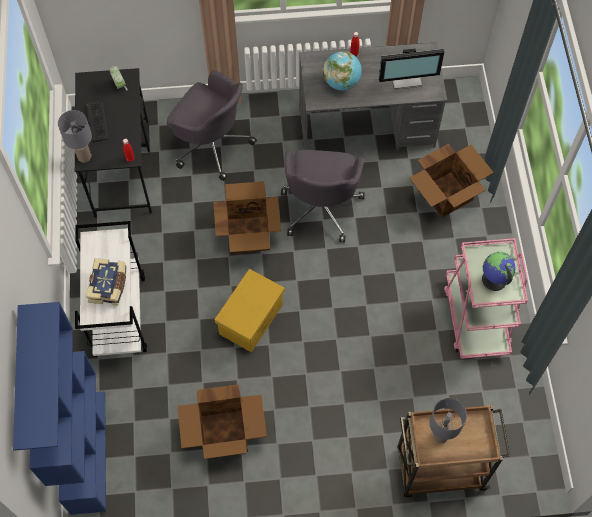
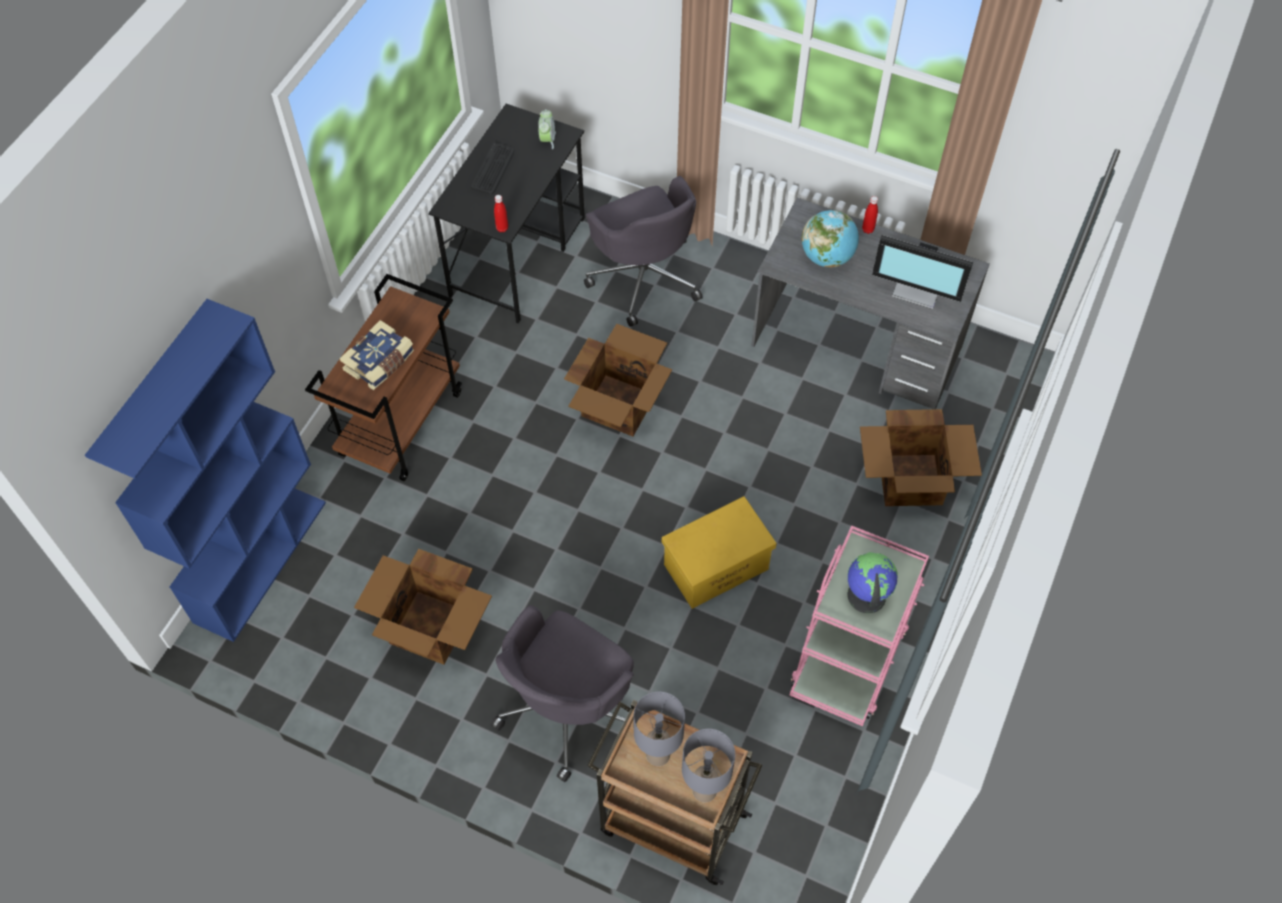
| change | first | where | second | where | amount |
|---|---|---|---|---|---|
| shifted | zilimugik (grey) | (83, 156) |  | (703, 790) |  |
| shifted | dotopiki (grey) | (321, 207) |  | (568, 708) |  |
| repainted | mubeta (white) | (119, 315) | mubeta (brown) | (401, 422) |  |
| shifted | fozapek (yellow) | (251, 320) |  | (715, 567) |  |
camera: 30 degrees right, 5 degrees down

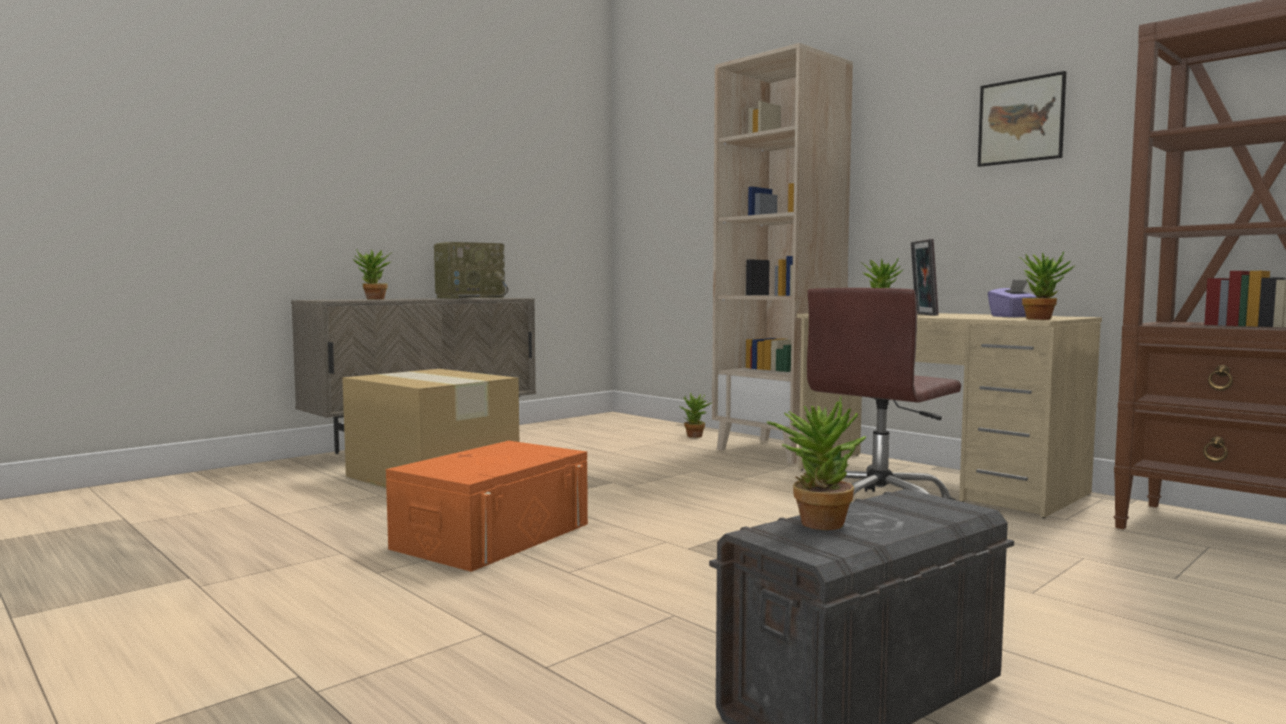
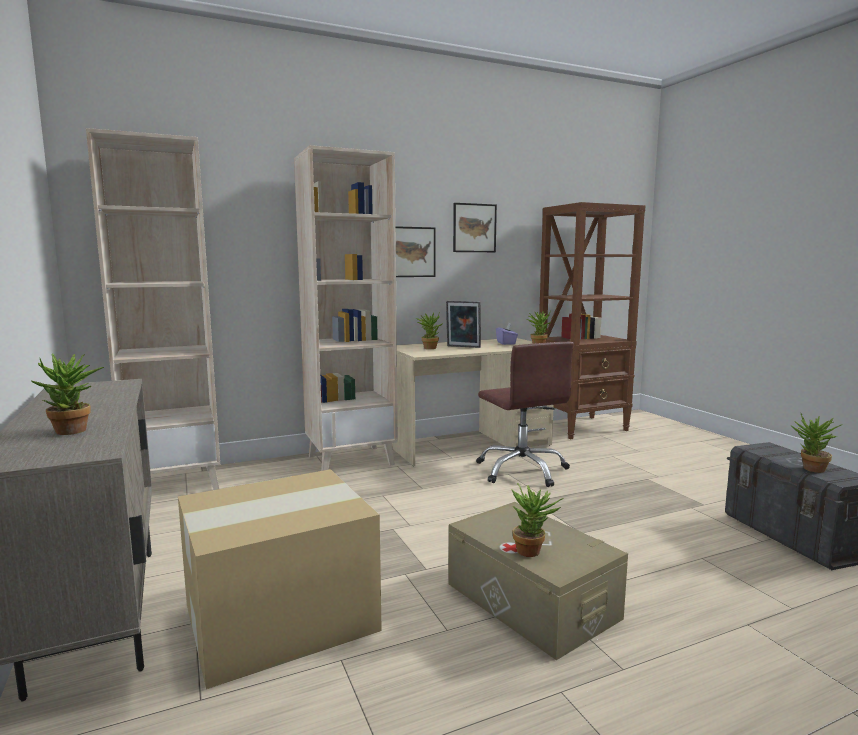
| change | first | where | second | where | amount |
|---|---|---|---|---|---|
| gone | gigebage | (470, 298) |  |  |  |
| shifted | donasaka | (695, 437) |  | (533, 551) |  |
| repainted | fozapek (orange) | (493, 536) | fozapek (beige) | (531, 600) |  |
| new |  |  | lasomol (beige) | (175, 483) |  |
| new |  |  | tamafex | (412, 252) |  |
camera: 70 degrees left, 5 degrees up

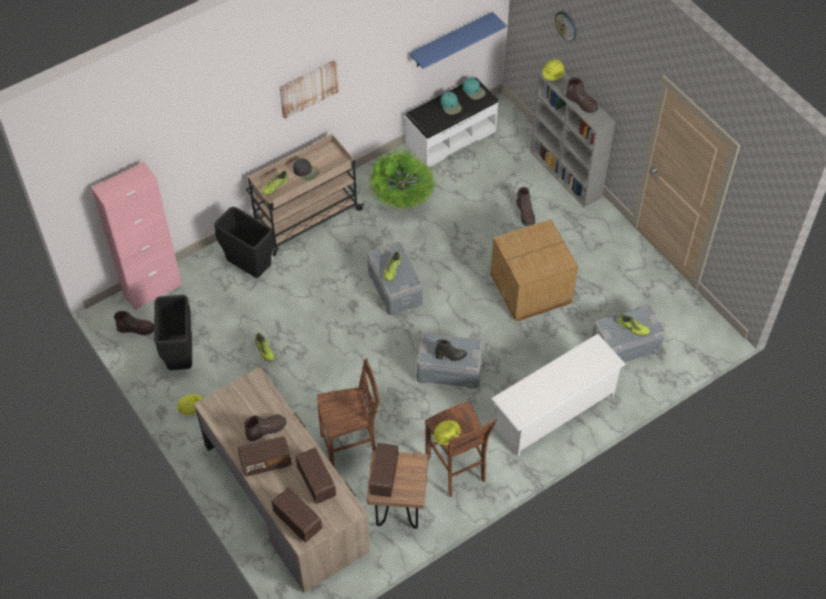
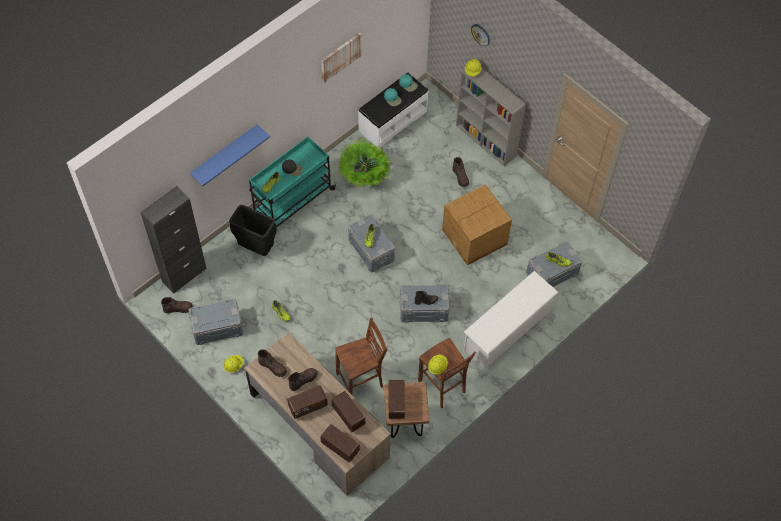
| change | first | where | second | where | amount |
|---|---|---|---|---|---|
| shifted | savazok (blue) | (451, 40) |  | (224, 153) |  |
| shifted | tamafex | (308, 88) |  | (340, 57) |  |
| shifted | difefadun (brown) | (581, 103) |  | (273, 367) |  |
| repainted | mubeta (beige) | (305, 219) | mubeta (turquoise) | (292, 202) |  |
| repainted | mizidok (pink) | (152, 289) | mizidok (black) | (184, 275) |  |
| swapped | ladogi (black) | (180, 358) | fozapek (grey) | (217, 327) |  |
camera: 10 degrees left, 5 degrees up

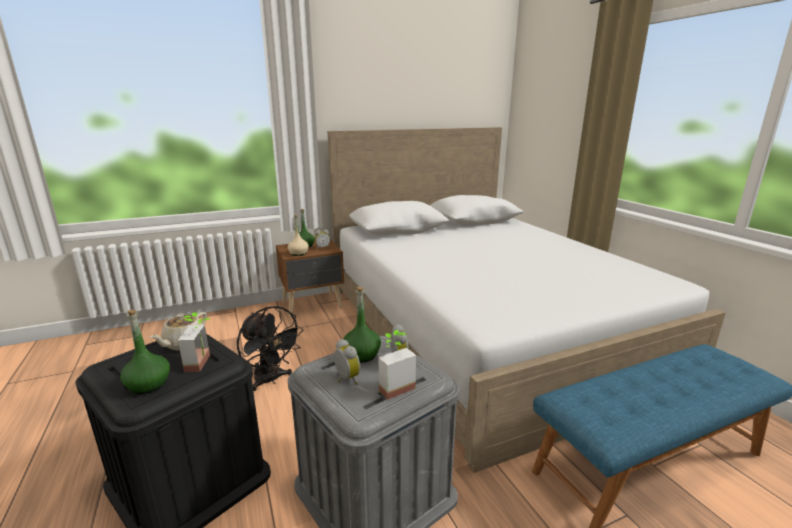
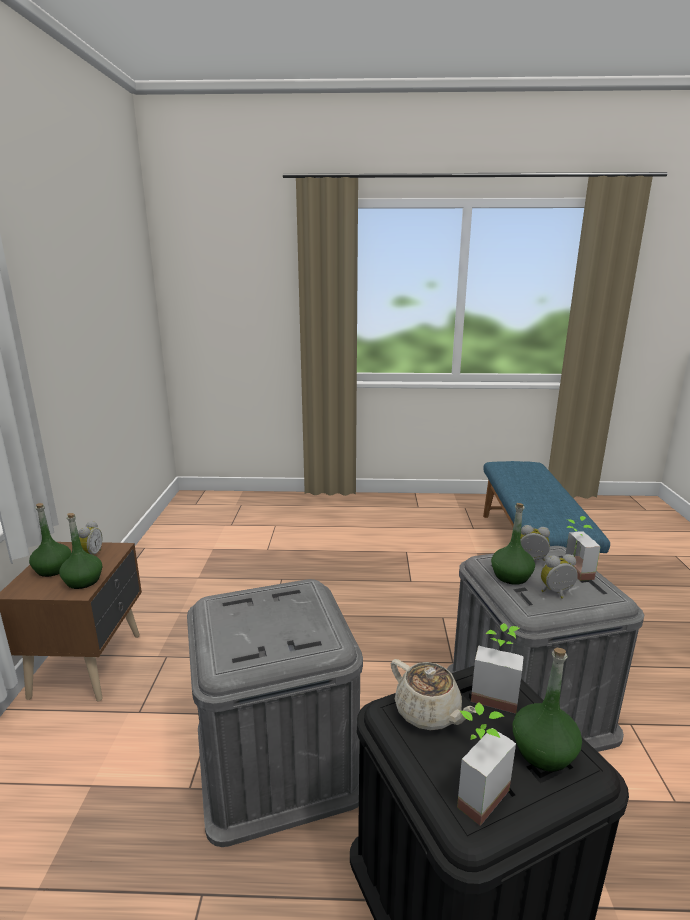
| change | first | where | second | where | amount |
|---|---|---|---|---|---|
| gone | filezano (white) | (483, 330) |  |  |  |
| repainted | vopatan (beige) | (298, 253) | vopatan (green) | (83, 581) |  |
| swapped | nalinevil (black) | (271, 380) | fozapek (grey) | (277, 758) |  |
| new |  |  | donasaka | (473, 791) |  |
camera: 65 degrees left, 0 degrees up

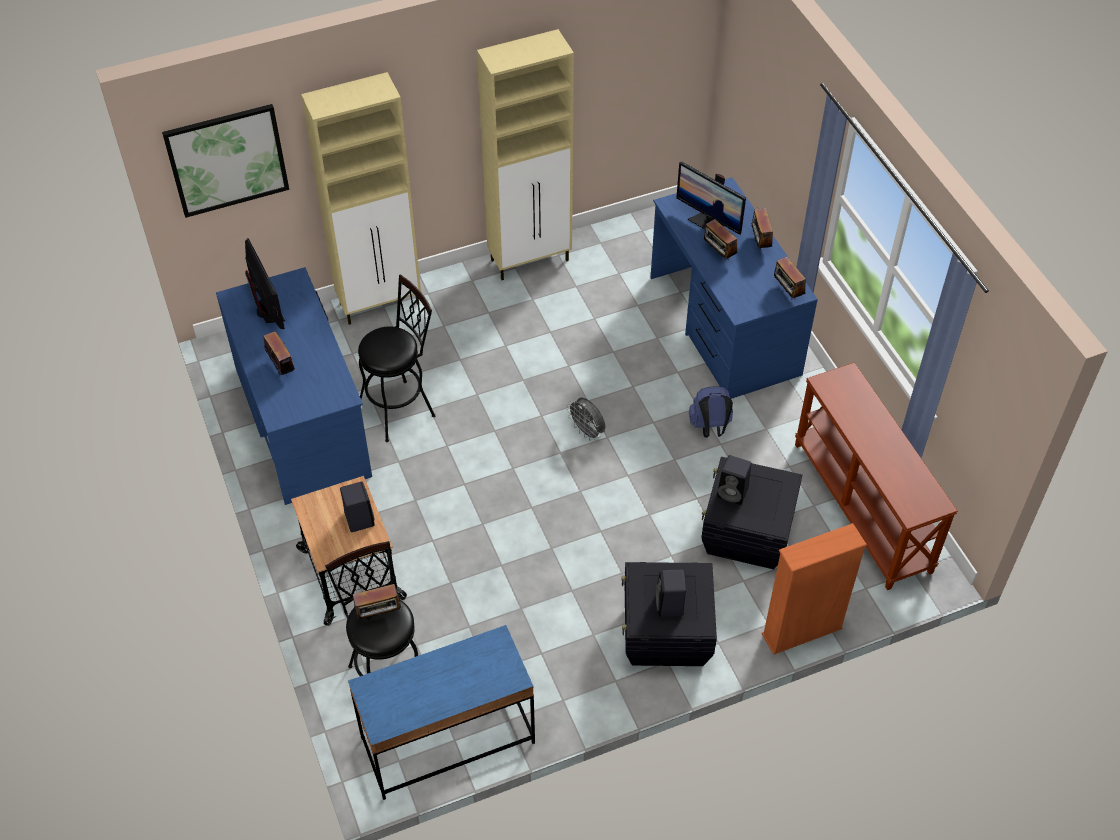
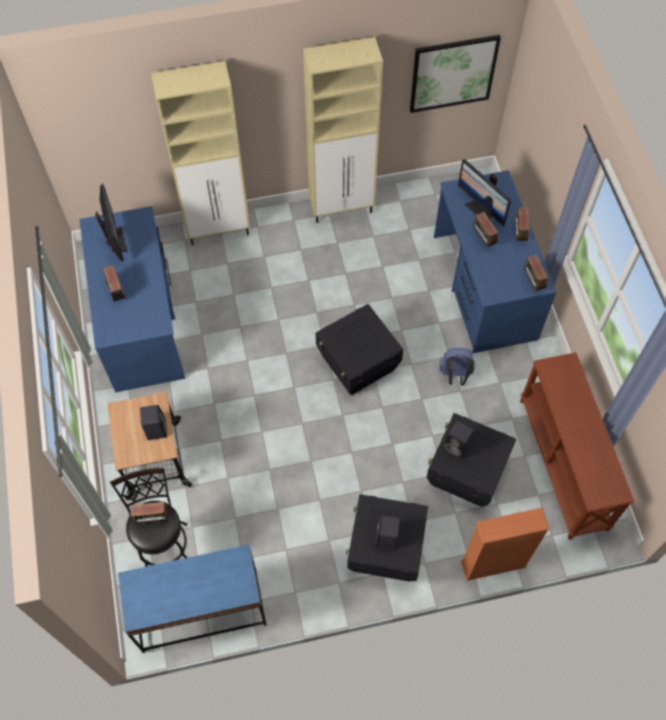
| change | first | where | second | where | amount |
|---|---|---|---|---|---|
| shifted | tamafex | (227, 160) |  | (453, 73) |  |
| gone | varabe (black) | (402, 408) |  |  |  |
| swapped | nalinevil (grey) | (587, 432) | fozapek (black) | (358, 365) |  |
camera: 10 degrees right, 10 degrees up

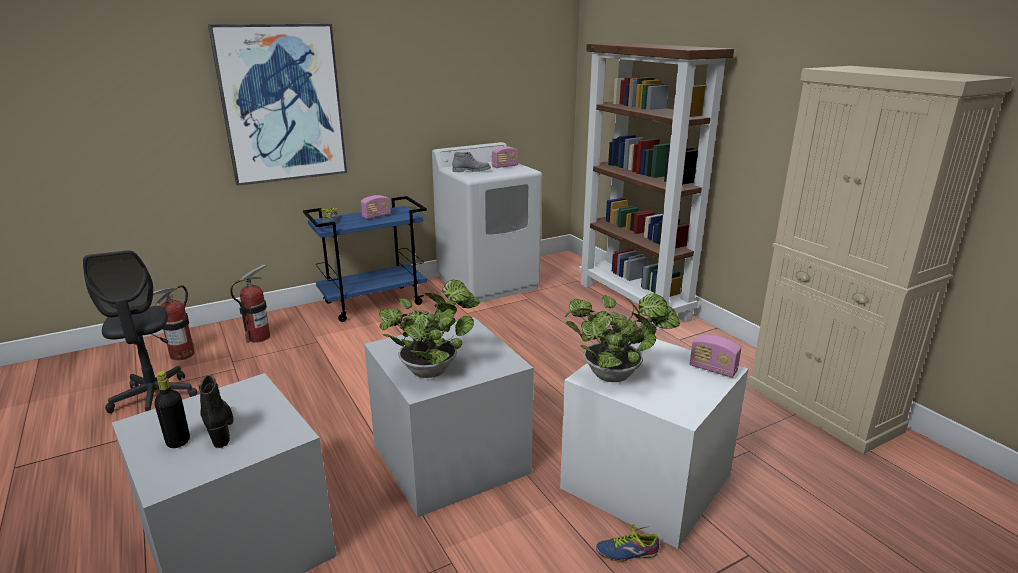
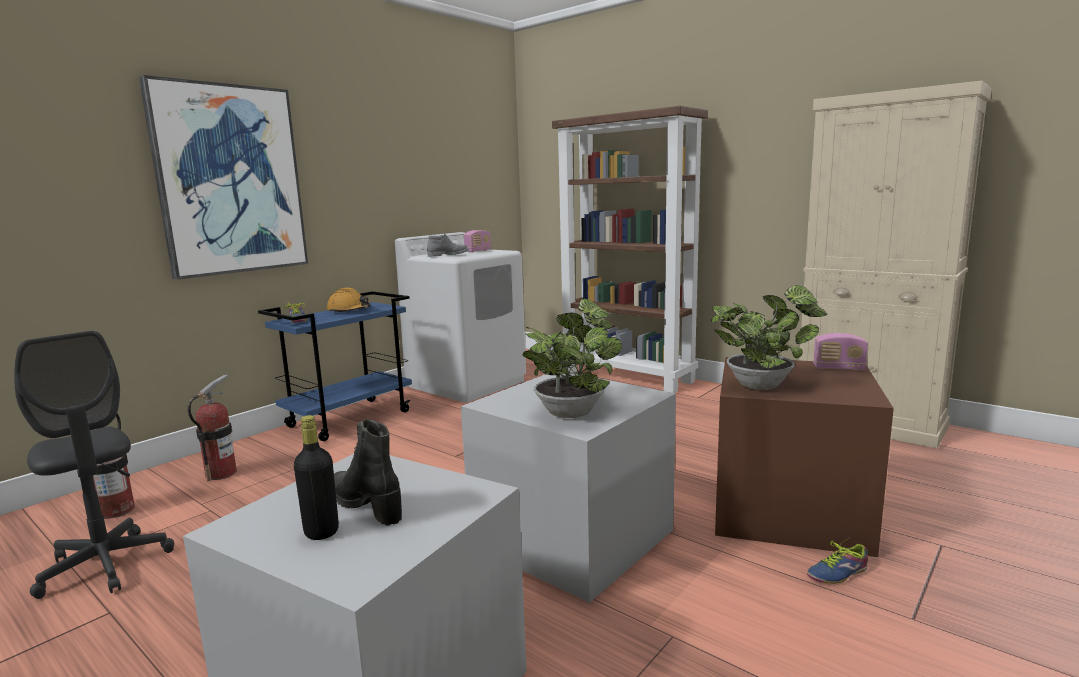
| change | first | where | second | where | amount |
|---|---|---|---|---|---|
| swapped | gigebage | (376, 216) | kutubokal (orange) | (349, 311) |  |
| repainted | fozapek (white) | (649, 480) | fozapek (brown) | (791, 508) |  |
camera: 20 degrees left, 10 degrees down

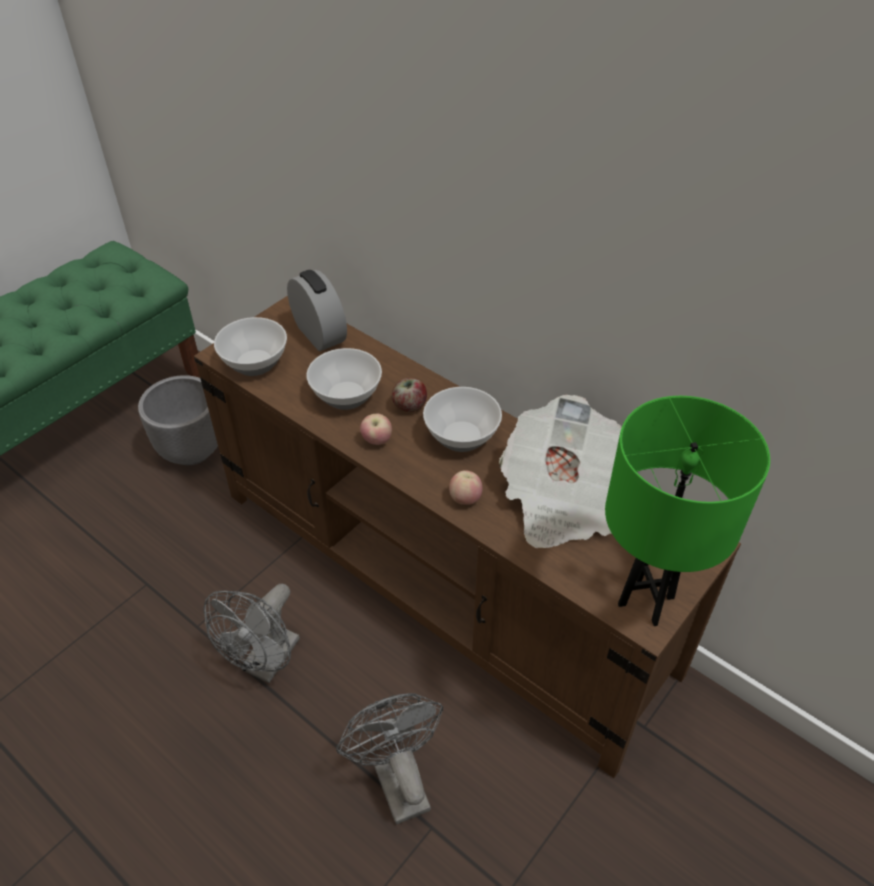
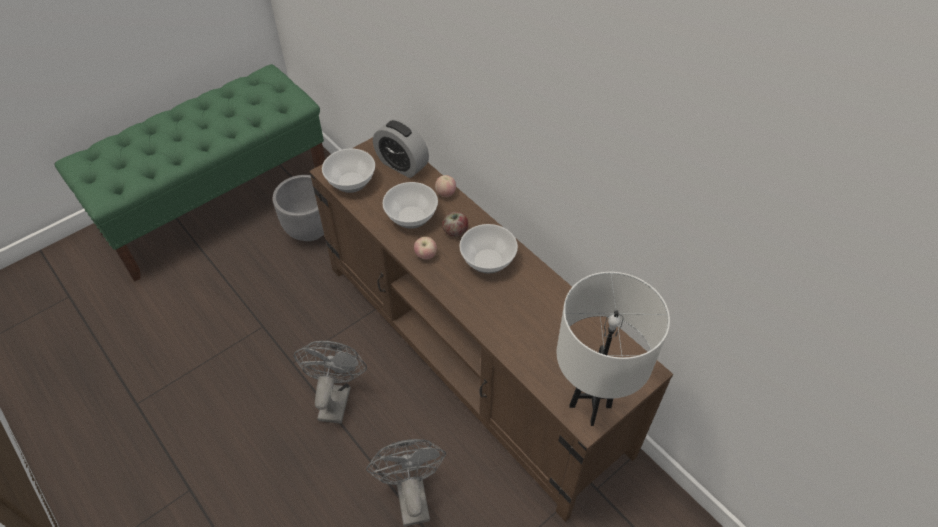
| change | first | where | second | where | amount |
|---|---|---|---|---|---|
| rotated | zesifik | (319, 334) |  | (402, 165) | 150 degrees clockwise |
| gone | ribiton | (560, 498) |  |  |  |
| repainted | zilimugik (green) | (645, 601) | zilimugik (white) | (590, 406) |  |
| shifted | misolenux | (465, 499) |  | (445, 194) |  |
| rotated | nalinevil (grey) | (266, 663) |  | (335, 397) | 150 degrees clockwise |
camera: 10 degrees right, 5 degrees up

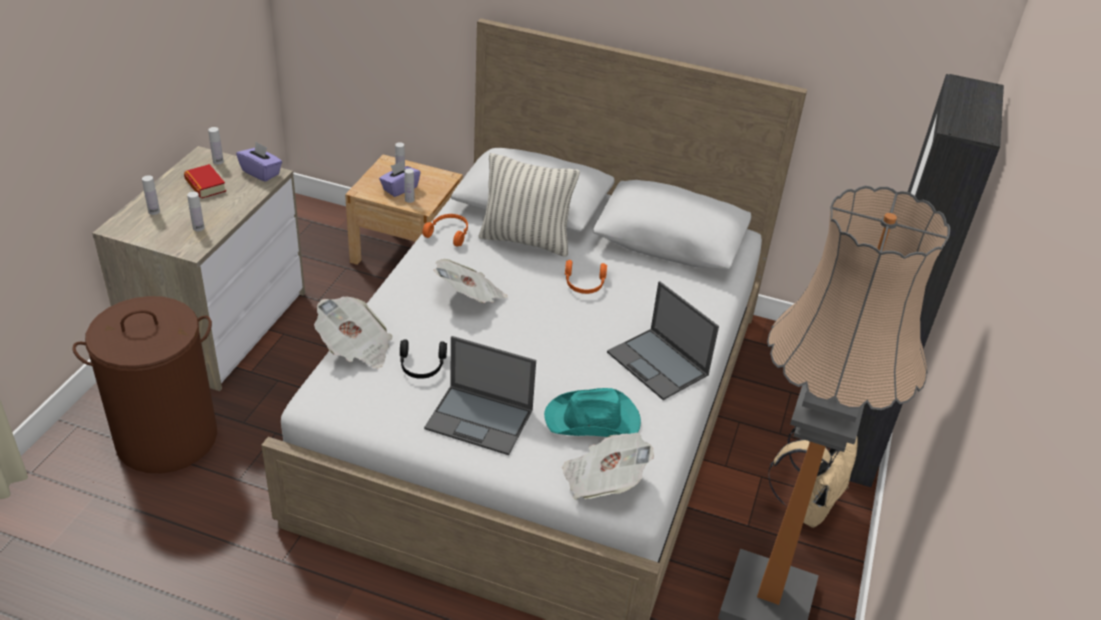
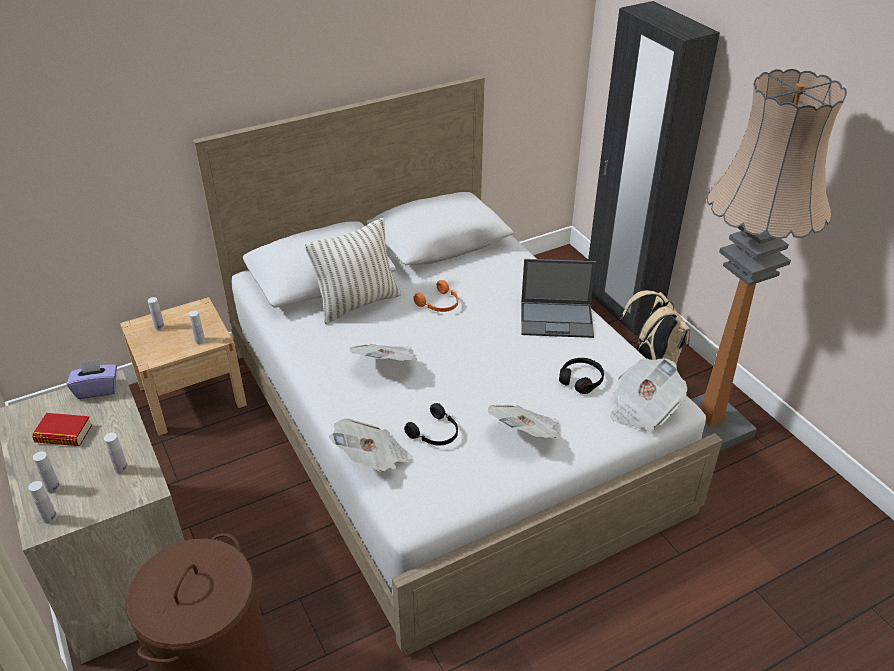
| change | first | where | second | where | amount |
|---|---|---|---|---|---|
| shifted | vopatan (white) | (218, 161) |  | (50, 518) |  |
| gone | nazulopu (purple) | (400, 188) |  |  |  |
| gone | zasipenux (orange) | (449, 233) |  |  |  |
| swapped | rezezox | (480, 419) | ribiton | (526, 434) |  |
| swapped | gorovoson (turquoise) | (593, 420) | zasipenux (black) | (581, 380) |  |
camera: 45 degrees left, 0 degrees up

